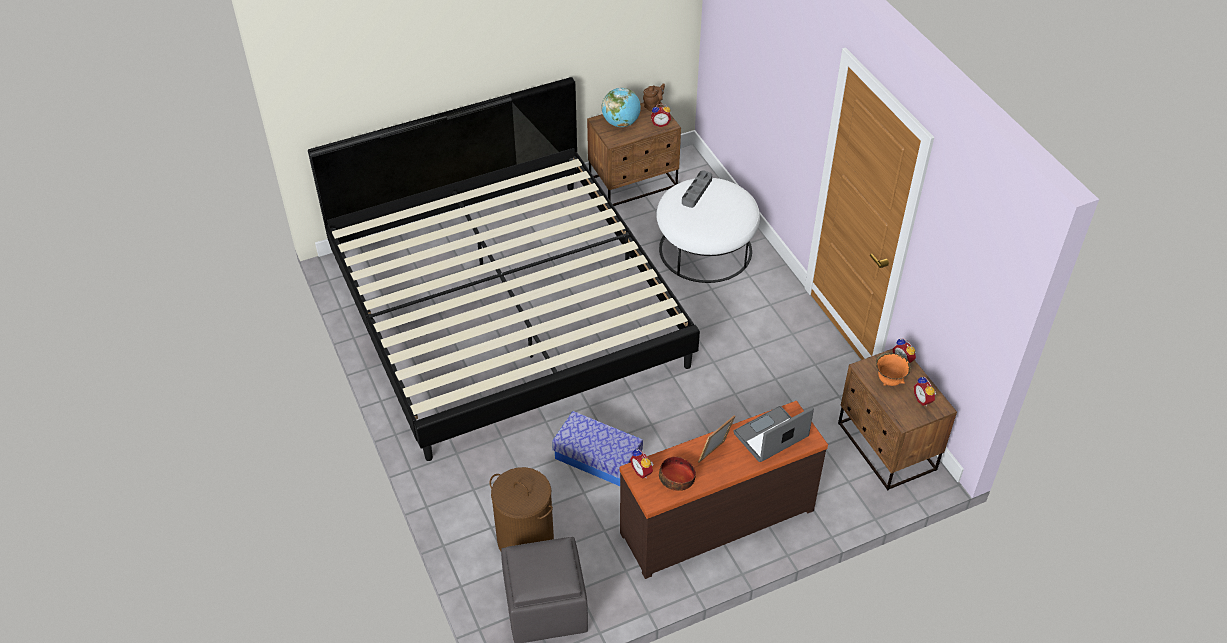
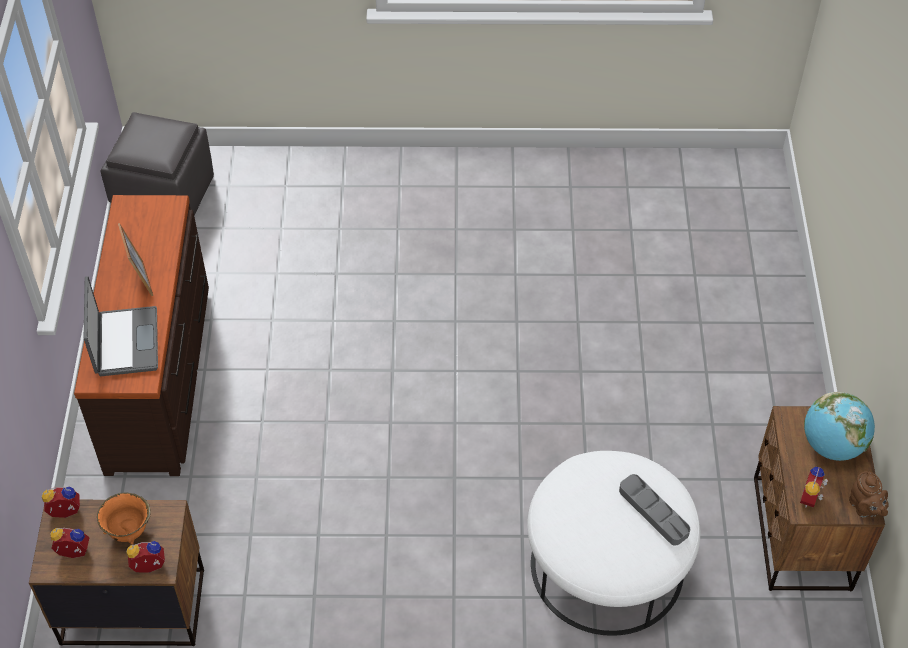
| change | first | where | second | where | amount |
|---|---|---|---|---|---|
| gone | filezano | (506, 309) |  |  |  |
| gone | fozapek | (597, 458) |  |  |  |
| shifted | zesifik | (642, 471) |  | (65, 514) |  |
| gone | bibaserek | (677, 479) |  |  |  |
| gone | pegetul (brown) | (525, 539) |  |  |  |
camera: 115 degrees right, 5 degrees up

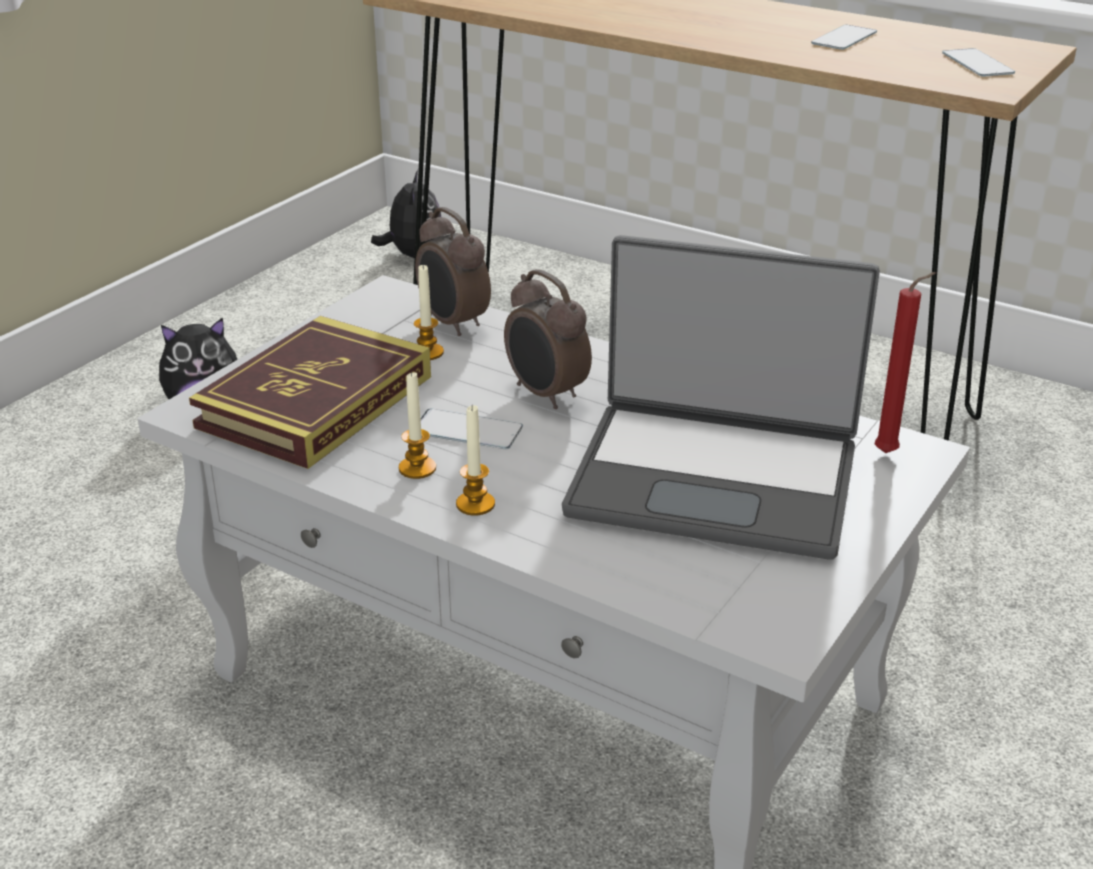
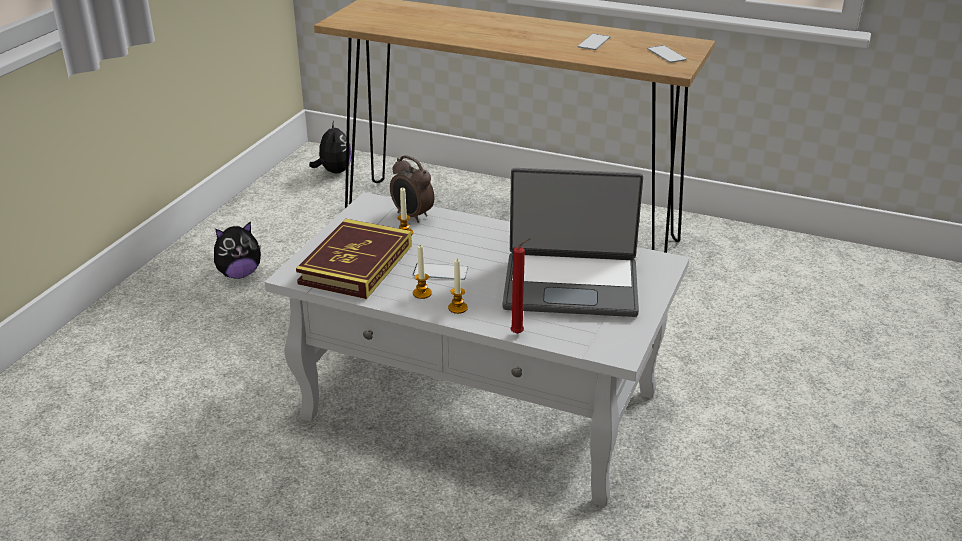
| change | first | where | second | where | amount |
|---|---|---|---|---|---|
| gone | zesifik | (545, 395) |  |  |  |
| shifted | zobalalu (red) | (890, 453) |  | (519, 333) |  |
camera: 10 degrees left, 0 degrees up

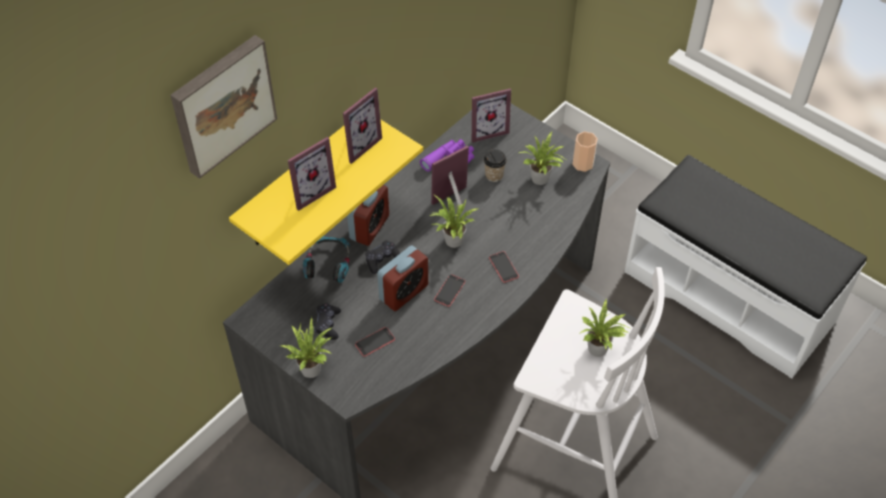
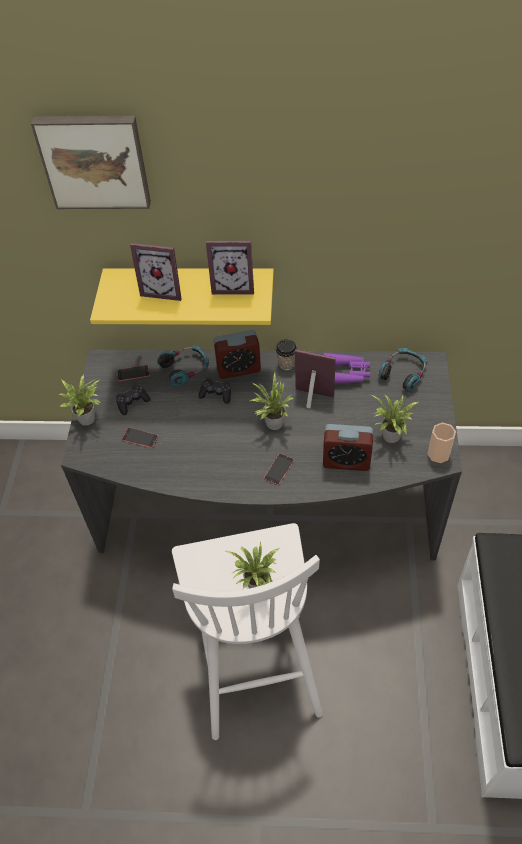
| change | first | where | second | where | amount |
|---|---|---|---|---|---|
| swapped | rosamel | (487, 130) | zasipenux | (403, 373) |  |
| shifted | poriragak | (494, 175) |  | (286, 364) |  |
| shifted | zesifik | (404, 292) |  | (346, 461) |  |
| shifted | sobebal | (449, 290) |  | (133, 373) |  |
camera: 55 degrees right, 0 degrees up

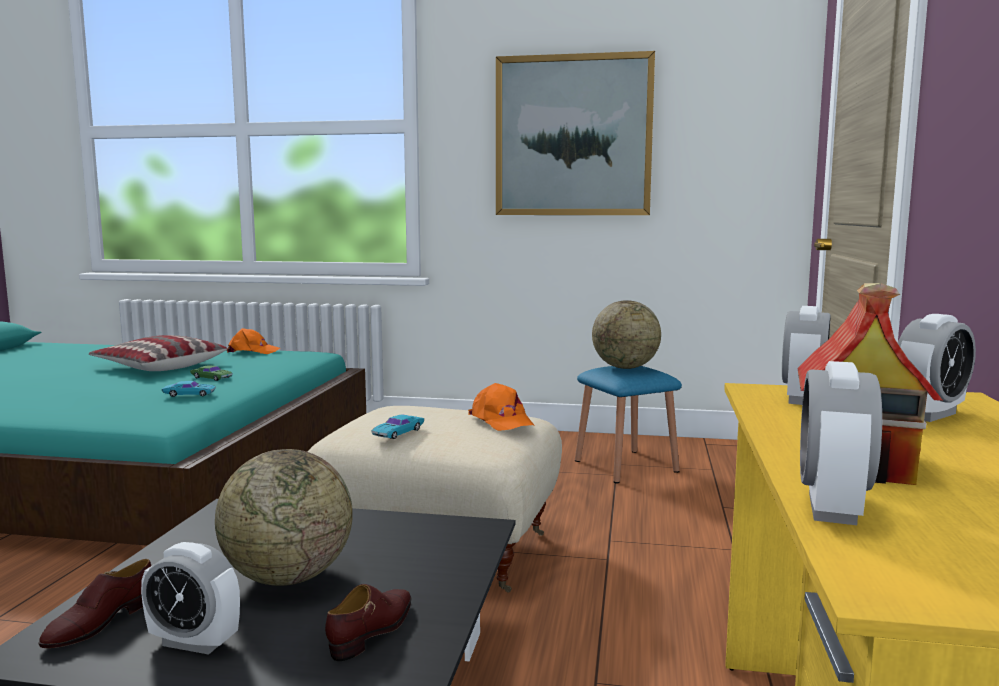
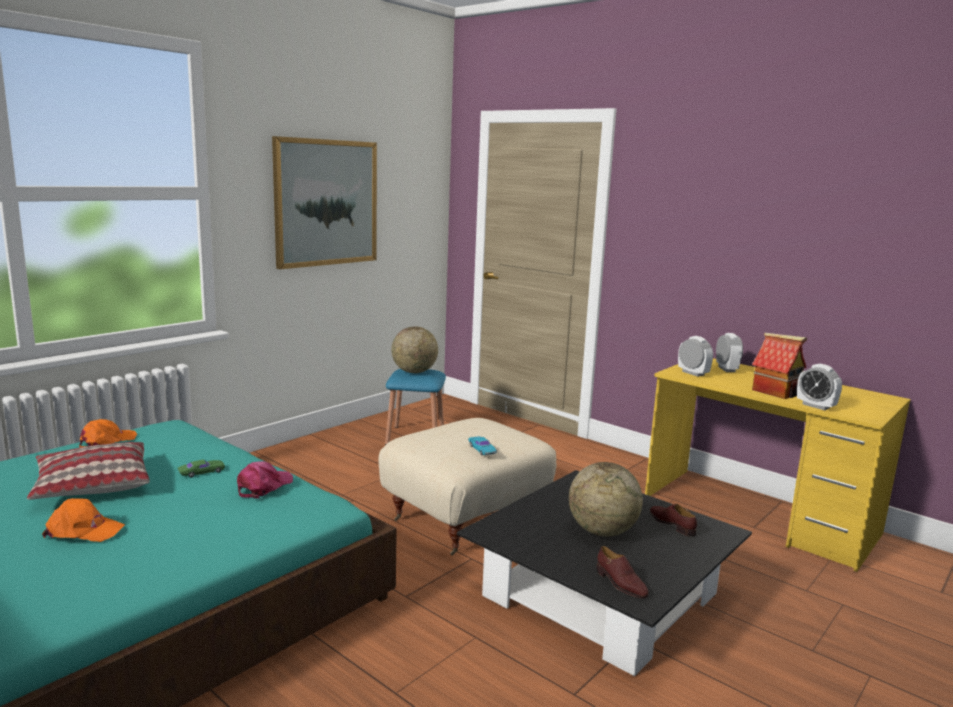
| change | first | where | second | where | amount |
|---|---|---|---|---|---|
| swapped | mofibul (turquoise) | (189, 394) | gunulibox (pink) | (264, 486) |  |
| shifted | gunulibox (orange) | (501, 421) |  | (83, 531) |  |
| gone | zesifik | (194, 642) |  |  |  |
camera: 60 degrees left, 5 degrees up

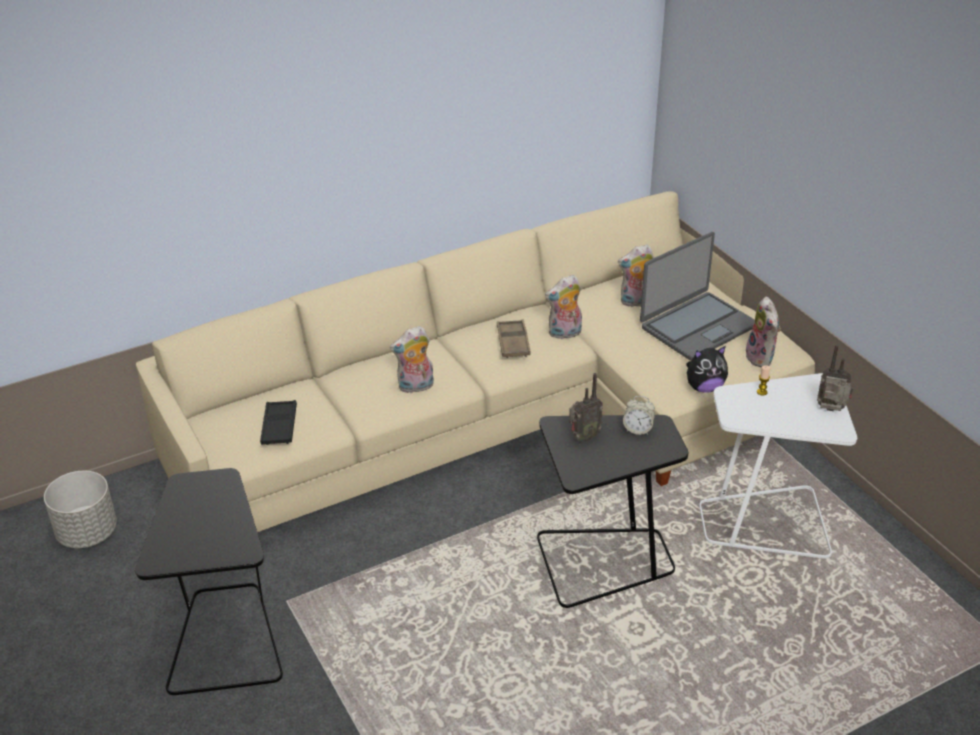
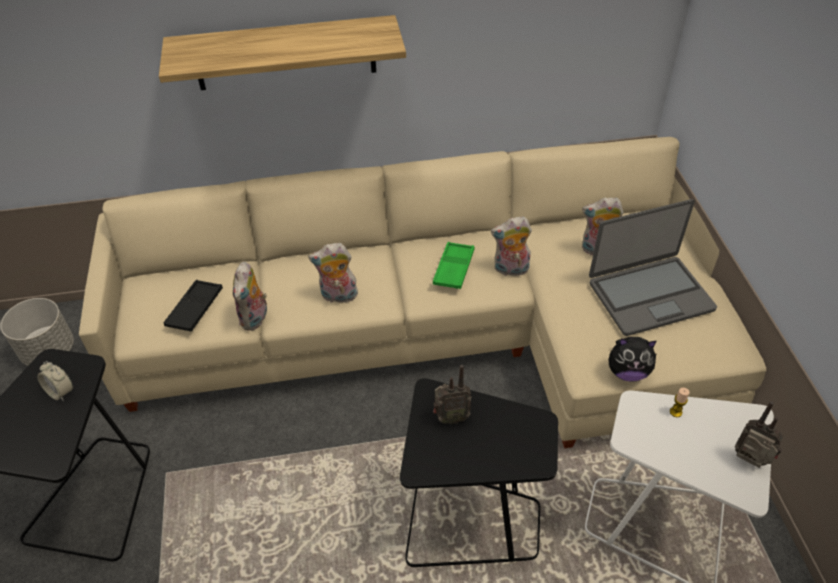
| change | first | where | second | where | amount |
|---|---|---|---|---|---|
| shifted | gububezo | (762, 358) |  | (255, 319) |  |
| repainted | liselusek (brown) | (513, 342) | liselusek (green) | (453, 269) |  |
| shifted | zesifik | (638, 429) |  | (61, 392) |  |
| new |  |  | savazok | (285, 53) |  |
camera: 20 degrees right, 10 degrees up

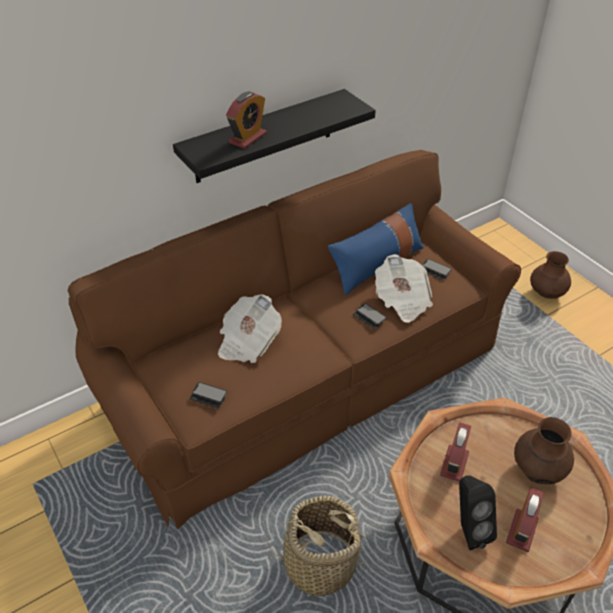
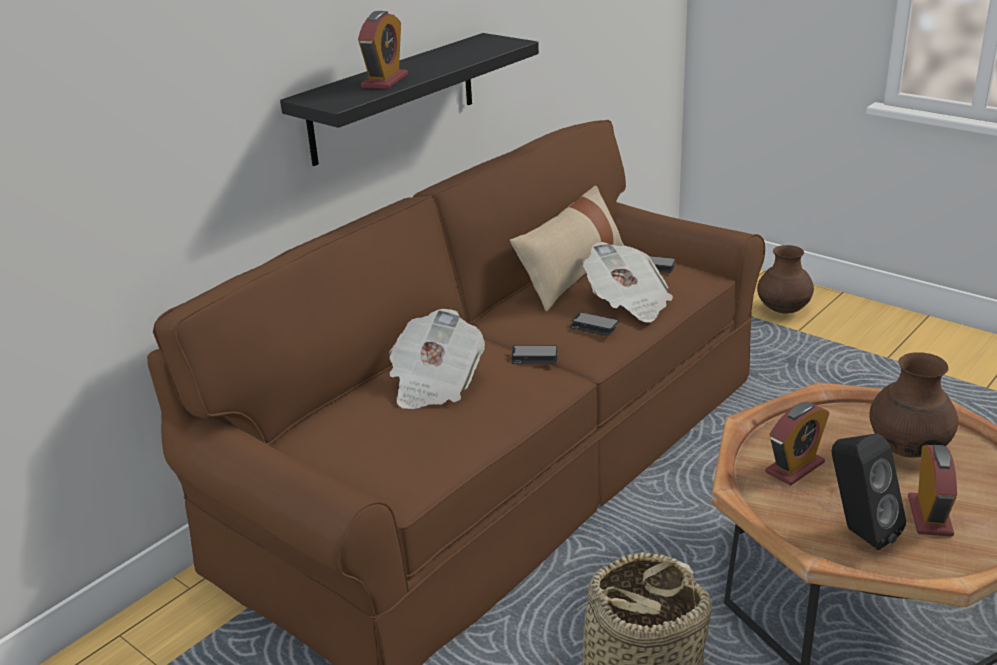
| change | first | where | second | where | amount |
|---|---|---|---|---|---|
| repainted | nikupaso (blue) | (377, 264) | nikupaso (beige) | (572, 274) |  |
| shifted | sobebal | (208, 396) |  | (534, 356) |  |
| rotated | zesifik | (454, 464) |  | (794, 467) | 135 degrees counterclockwise |
camera: 15 degrees left, 15 degrees down

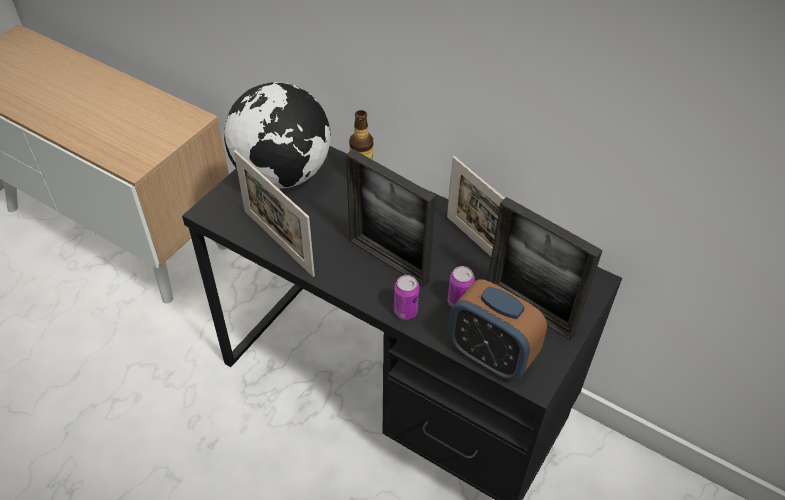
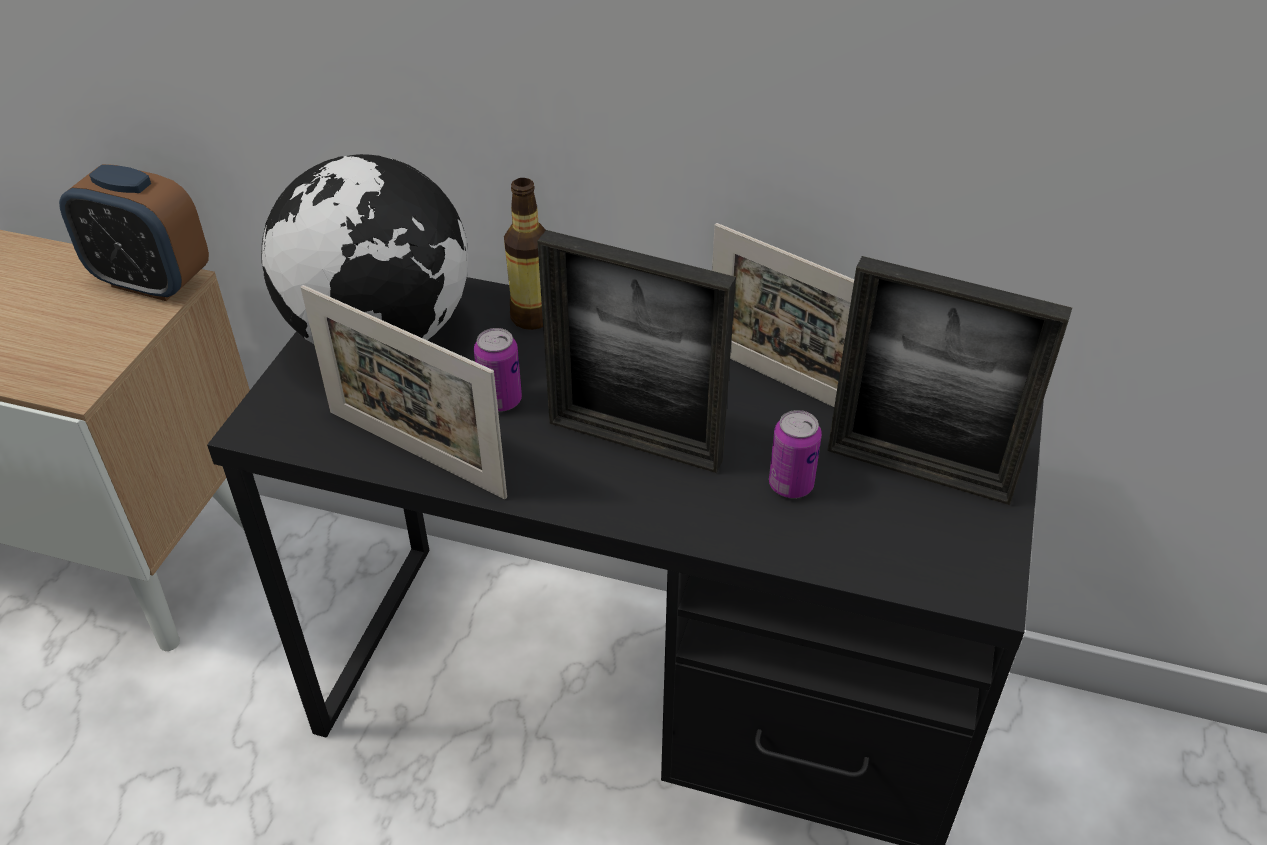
| change | first | where | second | where | amount |
|---|---|---|---|---|---|
| shifted | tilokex | (405, 311) |  | (501, 400) |  |
| shifted | zesifik | (490, 356) |  | (152, 281) |  |
camera: 15 degrees left, 5 degrees down

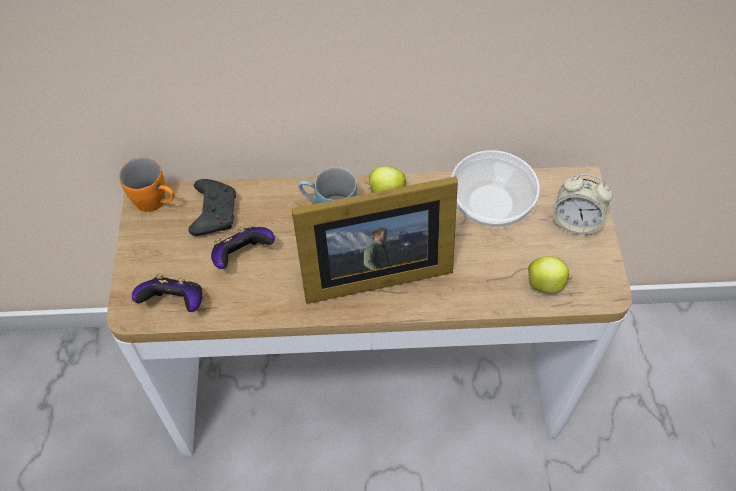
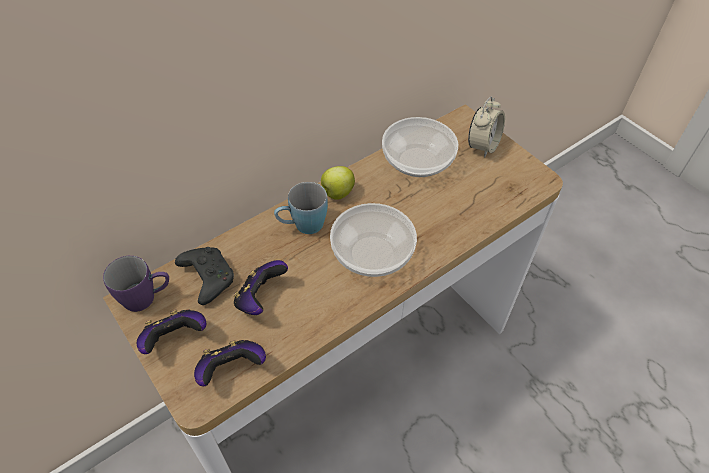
| change | first | where | second | where | amount |
|---|---|---|---|---|---|
| repainted | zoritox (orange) | (156, 203) | zoritox (purple) | (147, 297) |  |
| rotated | zesifik | (575, 222) |  | (482, 146) | 45 degrees counterclockwise |
| swapped | rosamel | (370, 270) | bibaserek | (372, 253) |  |
| gone | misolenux | (546, 284) |  |  |  |
| new |  |  | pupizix | (175, 339) |  |
camera: 35 degrees left, 5 degrees down

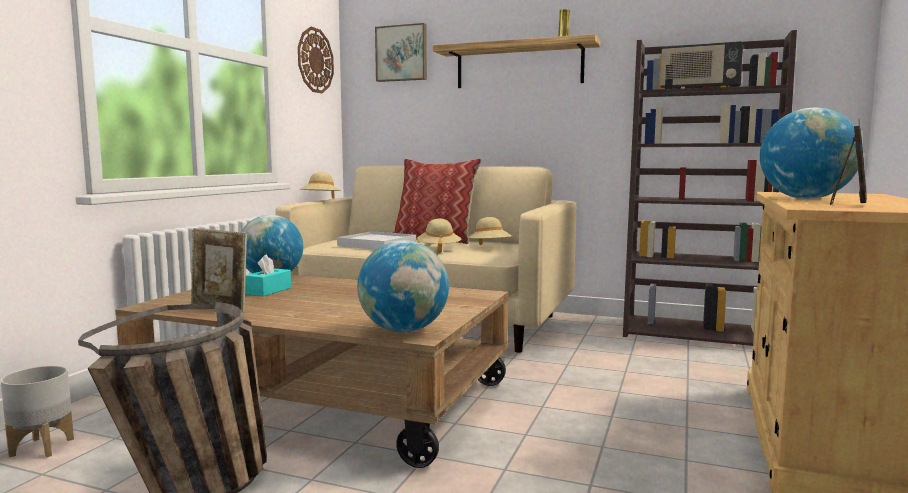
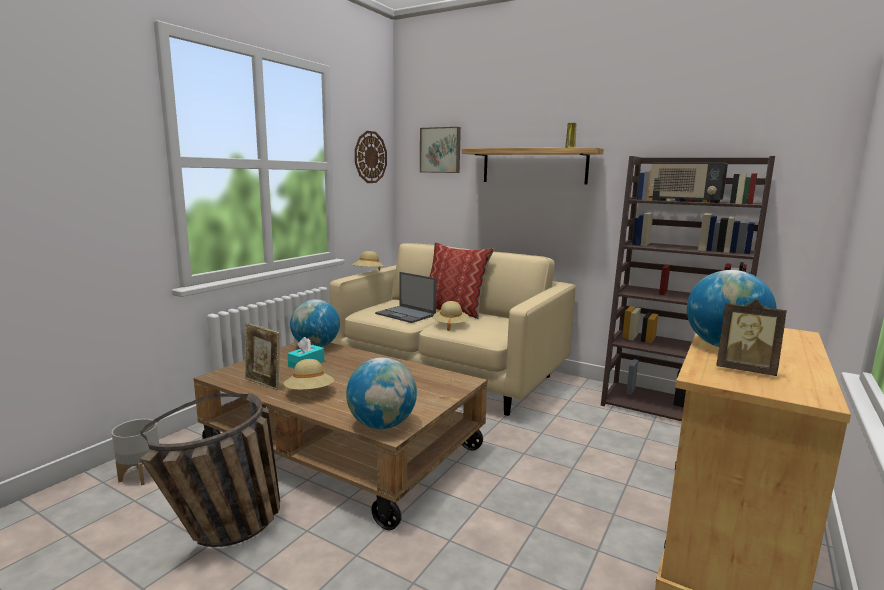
| change | first | where | second | where | amount |
|---|---|---|---|---|---|
| rotated | rosamel | (848, 204) |  | (745, 370) | 75 degrees clockwise |
| shifted | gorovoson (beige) | (490, 248) |  | (309, 393) |  |
| swapped | liselusek (white) | (377, 244) | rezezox | (406, 314) |  |
camera: 10 degrees right, 5 degrees up

